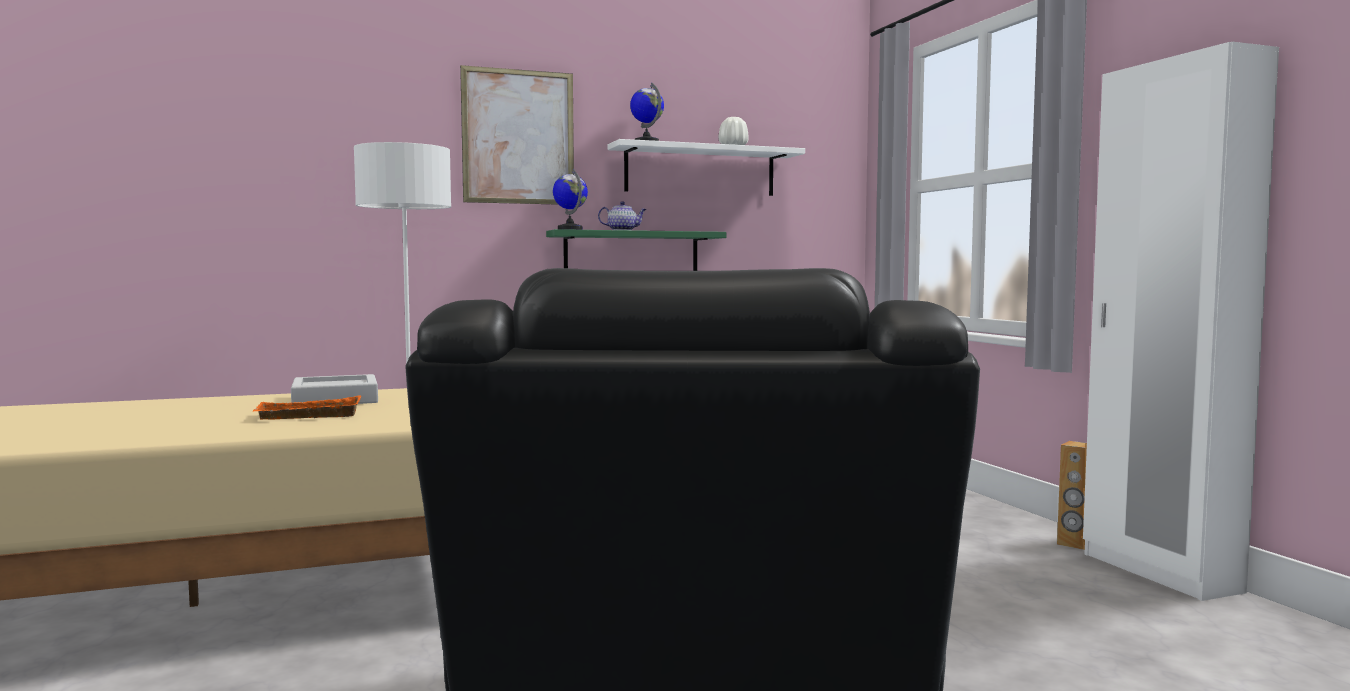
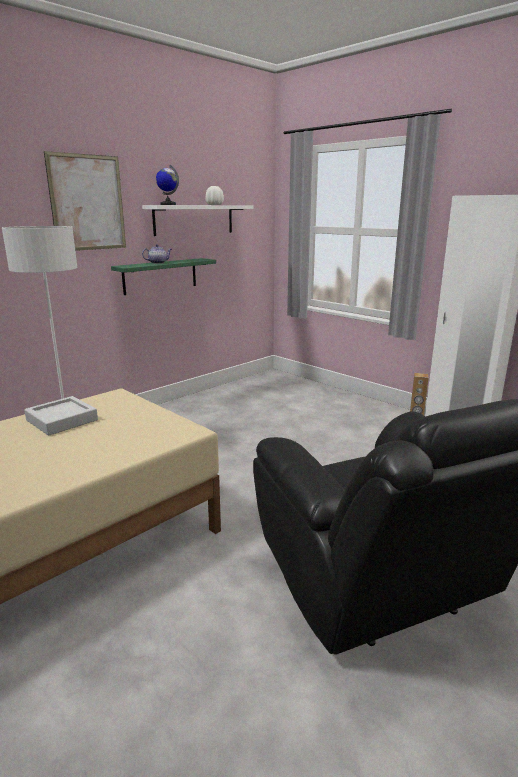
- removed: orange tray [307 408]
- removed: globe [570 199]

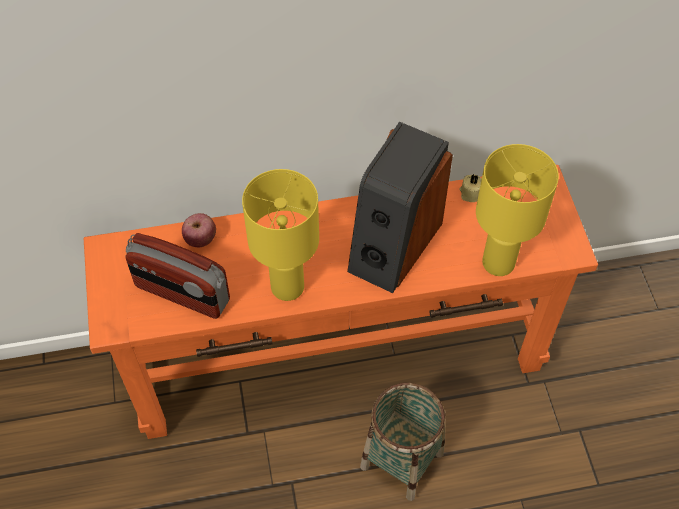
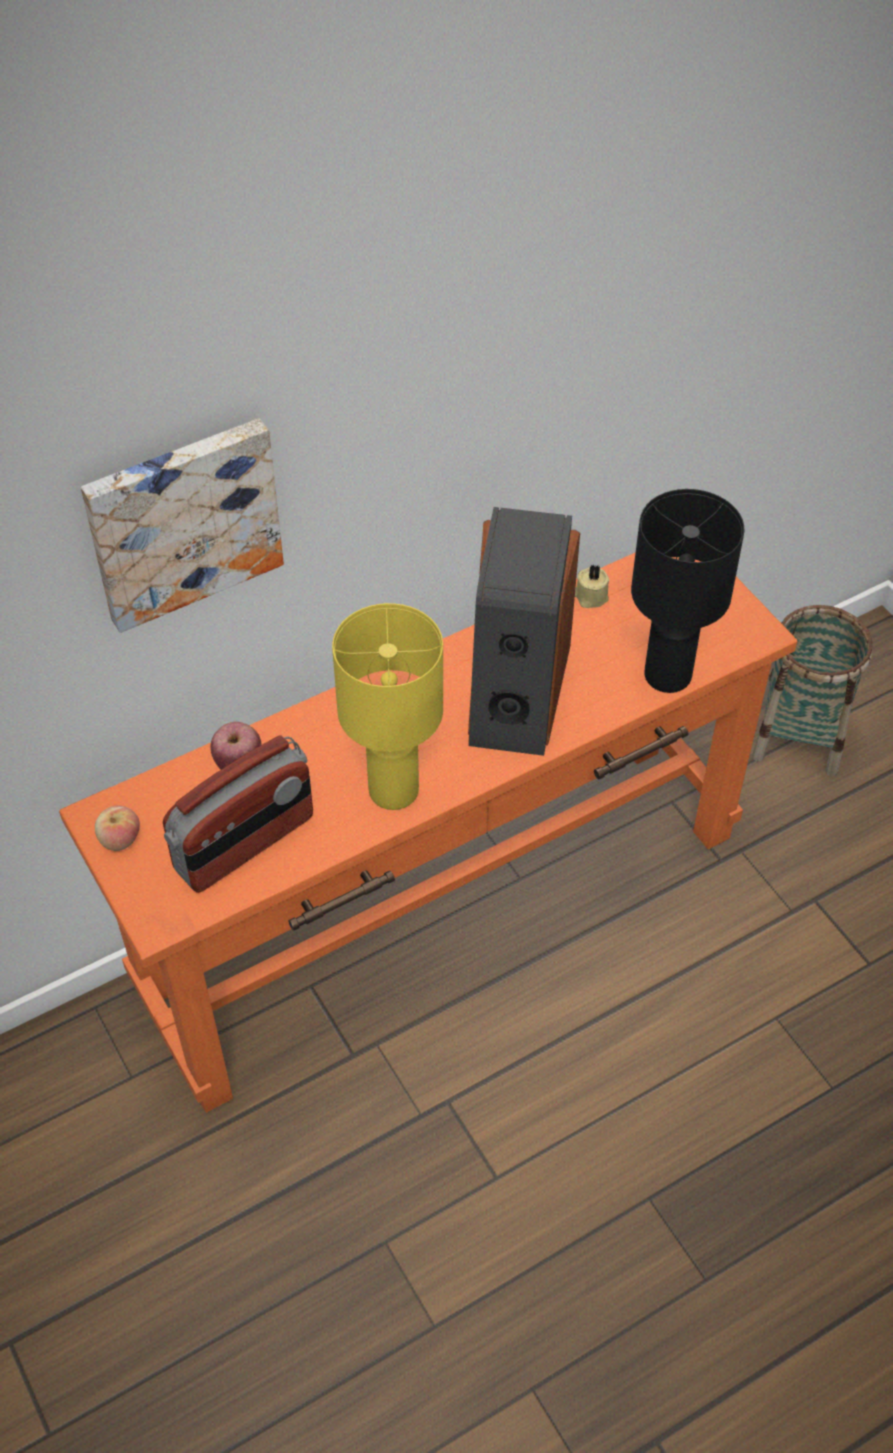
- added: picture [182 525]
- added: apple [117 828]
- turned: radio [178 276] = [238 814] 45 degrees counterclockwise
- recoloured: yellow table lamp [517 210] to black table lamp [688 591]
- moved: basket [403 442] to [812 690]

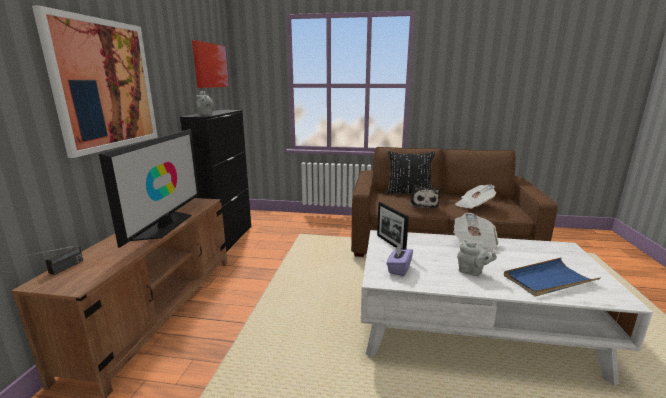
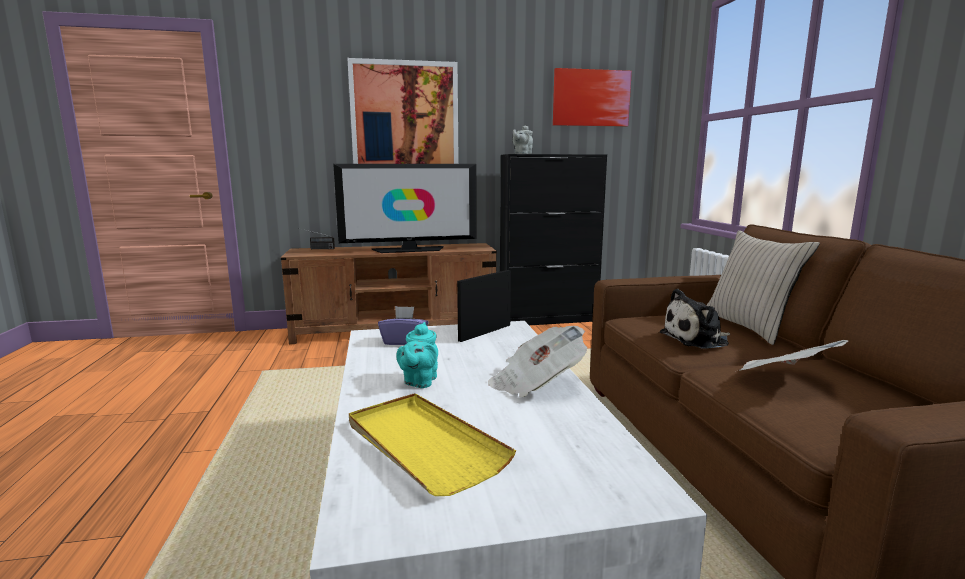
- recoloured: blue tray [552 277] to yellow tray [432 444]
- recoloured: grey teapot [477 258] to turquoise teapot [417 355]
- recoloured: black pillow [410 173] to beige pillow [763 287]

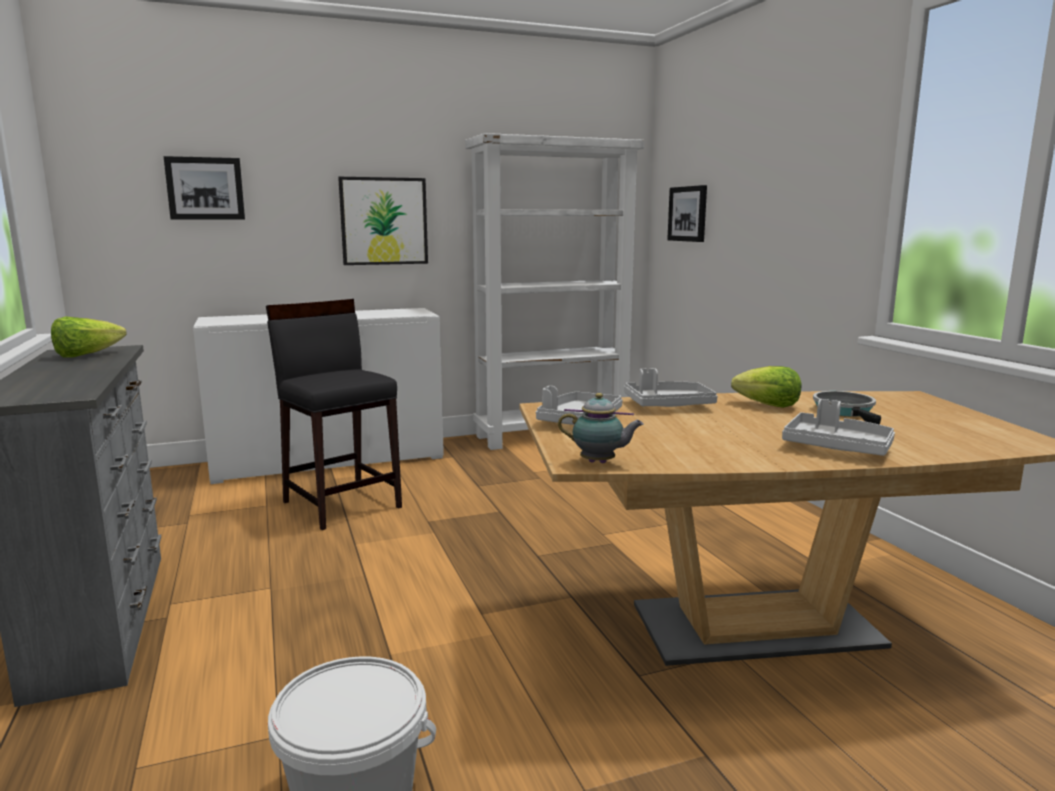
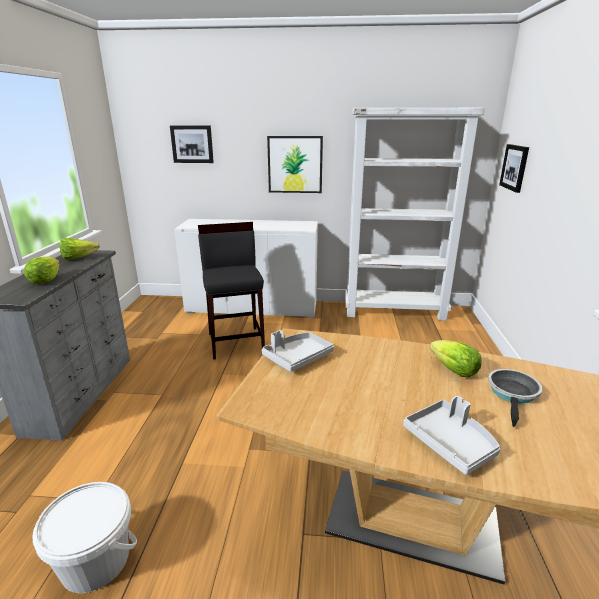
- added: lettuce [42 270]
- removed: teapot [601 428]
- removed: grey tray [670 387]

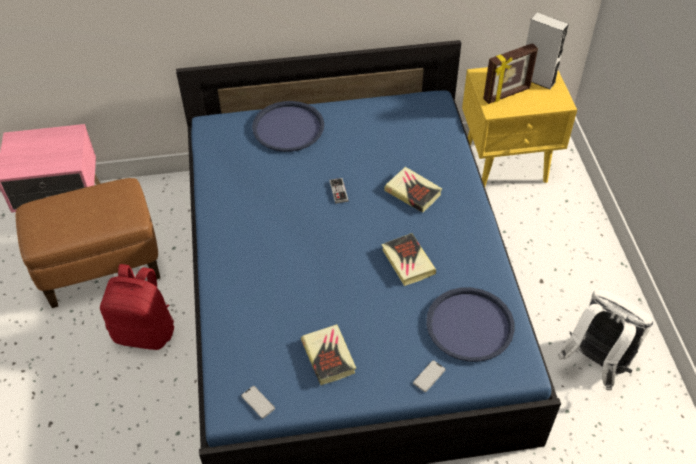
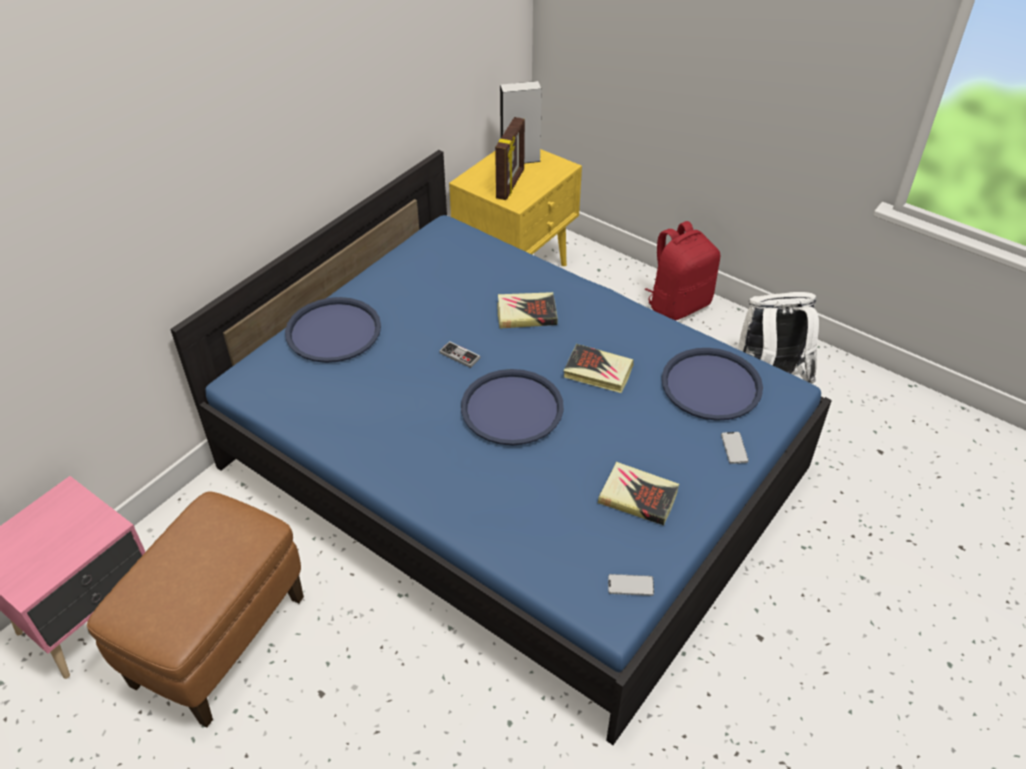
- added: blue tray [512 407]
- moved: red backpack [137 307] to [682 271]

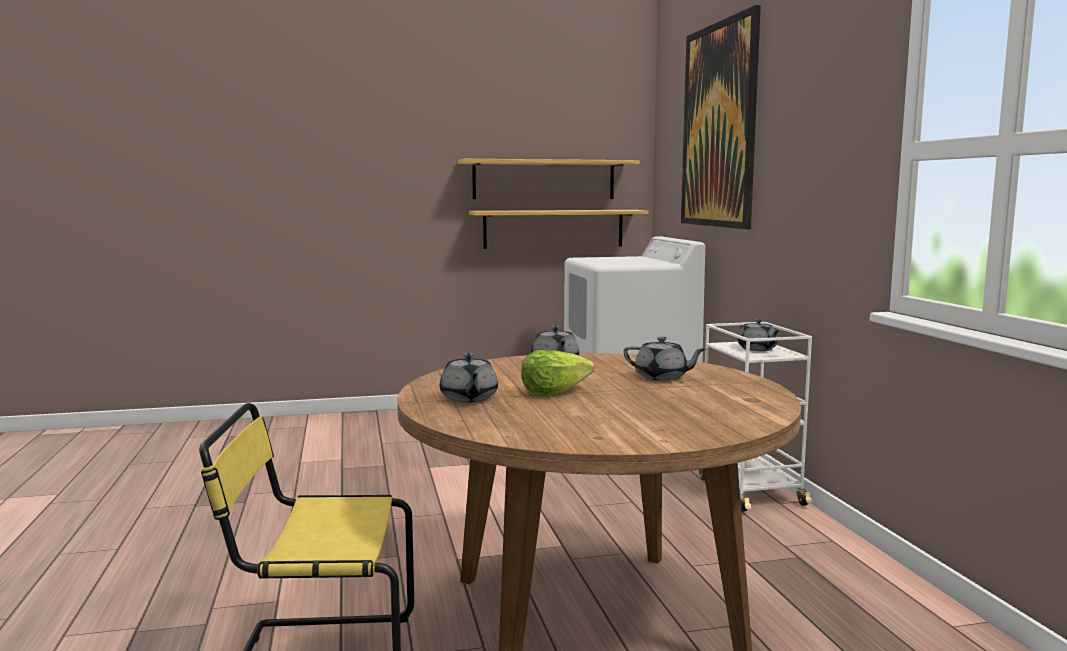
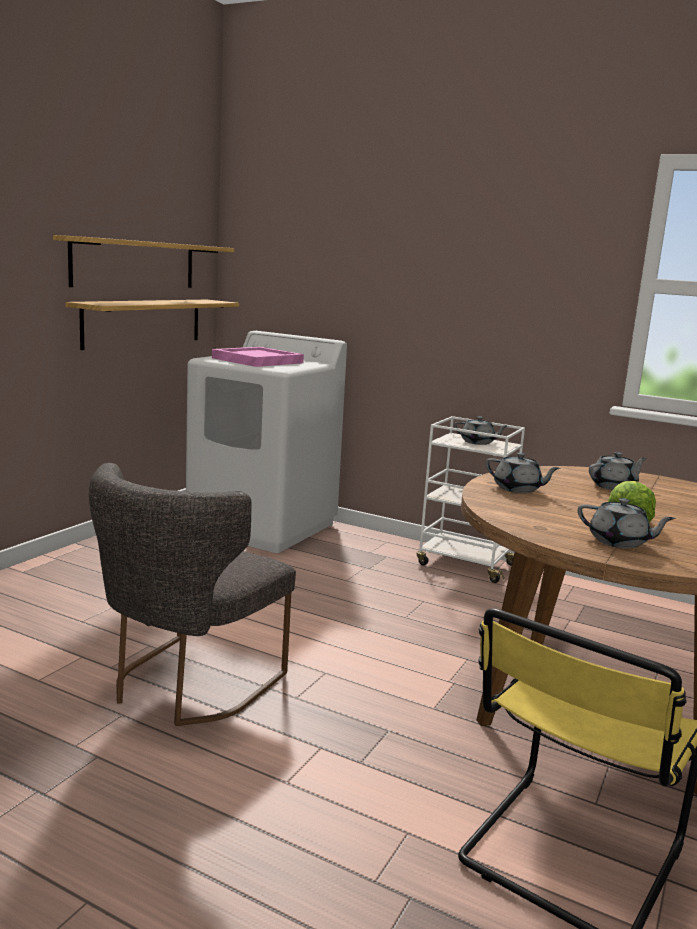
- added: grey chair [192 594]
- added: pink tray [258 357]
- removed: picture [721 117]

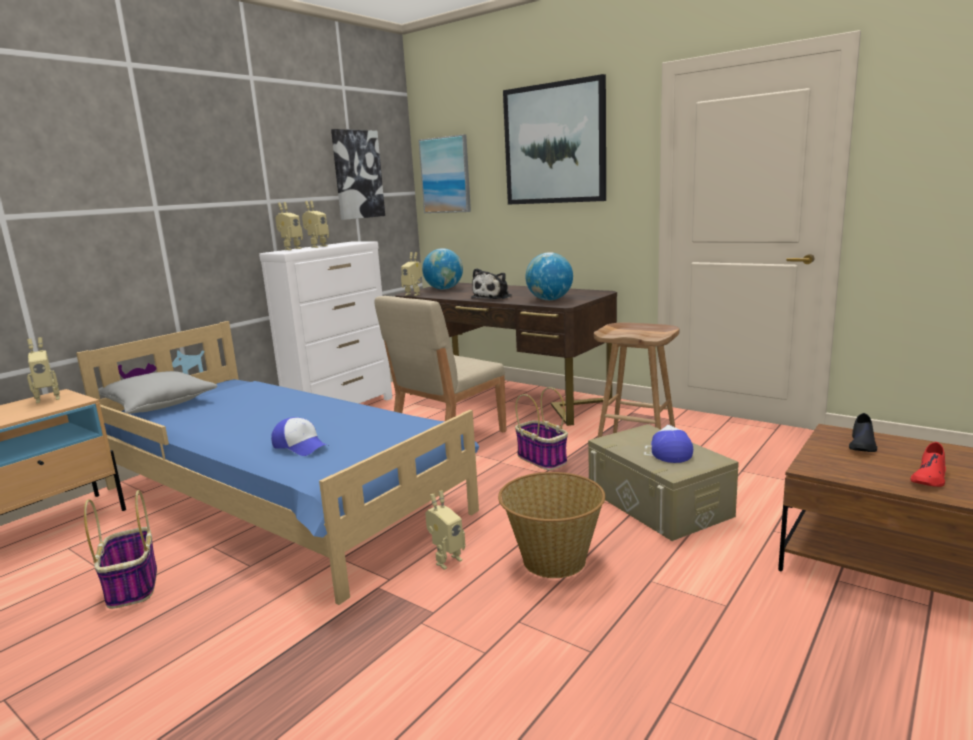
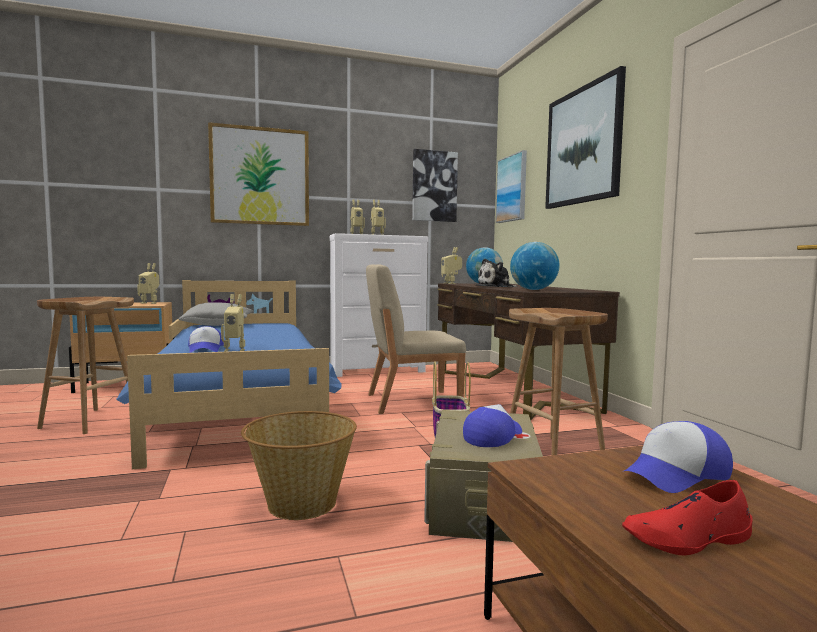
- replaced: basket [120 549] to brown stool [85 365]
- added: picture [258 174]
- moved: toy robot [445 530] to [233 323]
- replaced: black shoe [863 432] to cap [678 457]

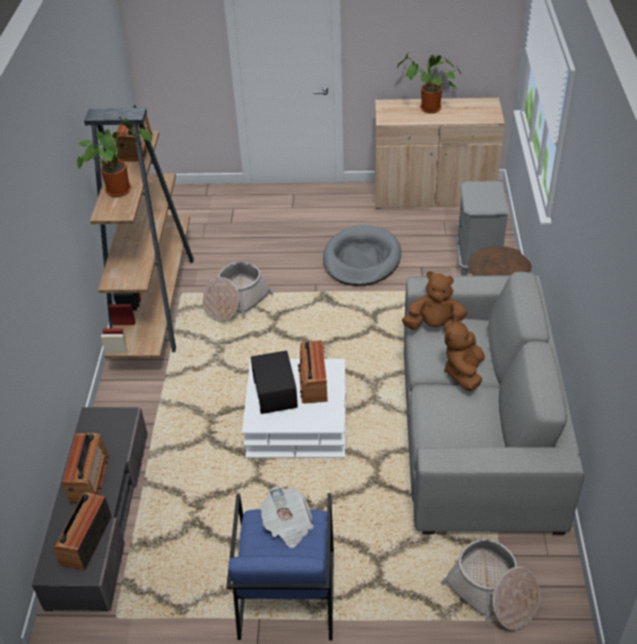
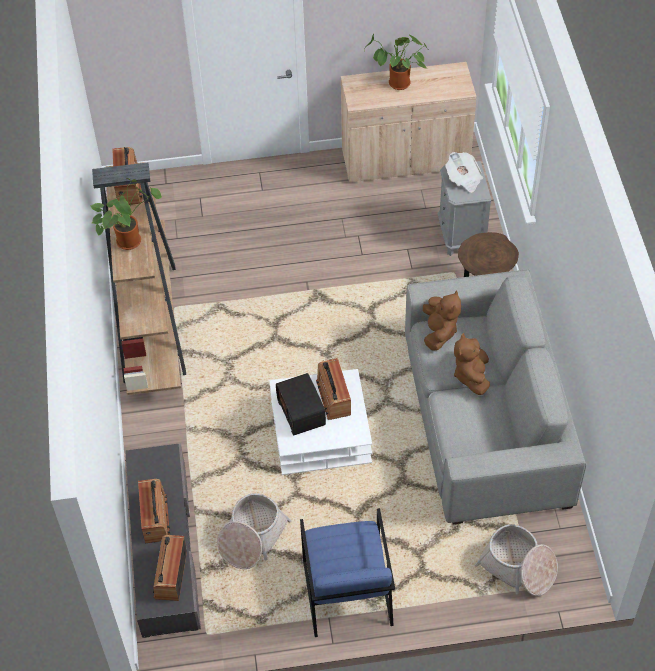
- moved: basket [238 292] to [254 531]
- turned: brown plush toy [434 301] = [442 320] 90 degrees clockwise
- moved: newspaper [287 517] to [464 172]
- removed: grey dog bed [362 255]

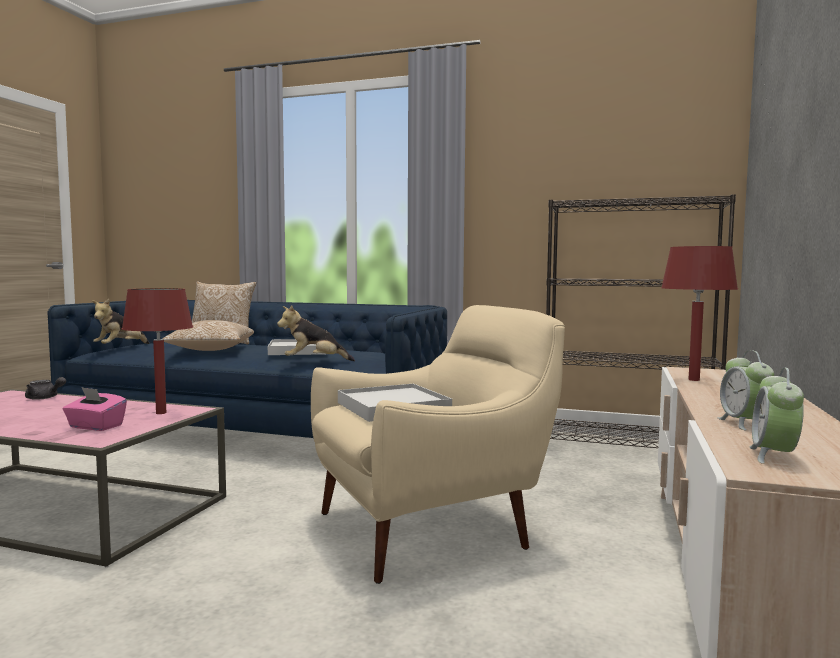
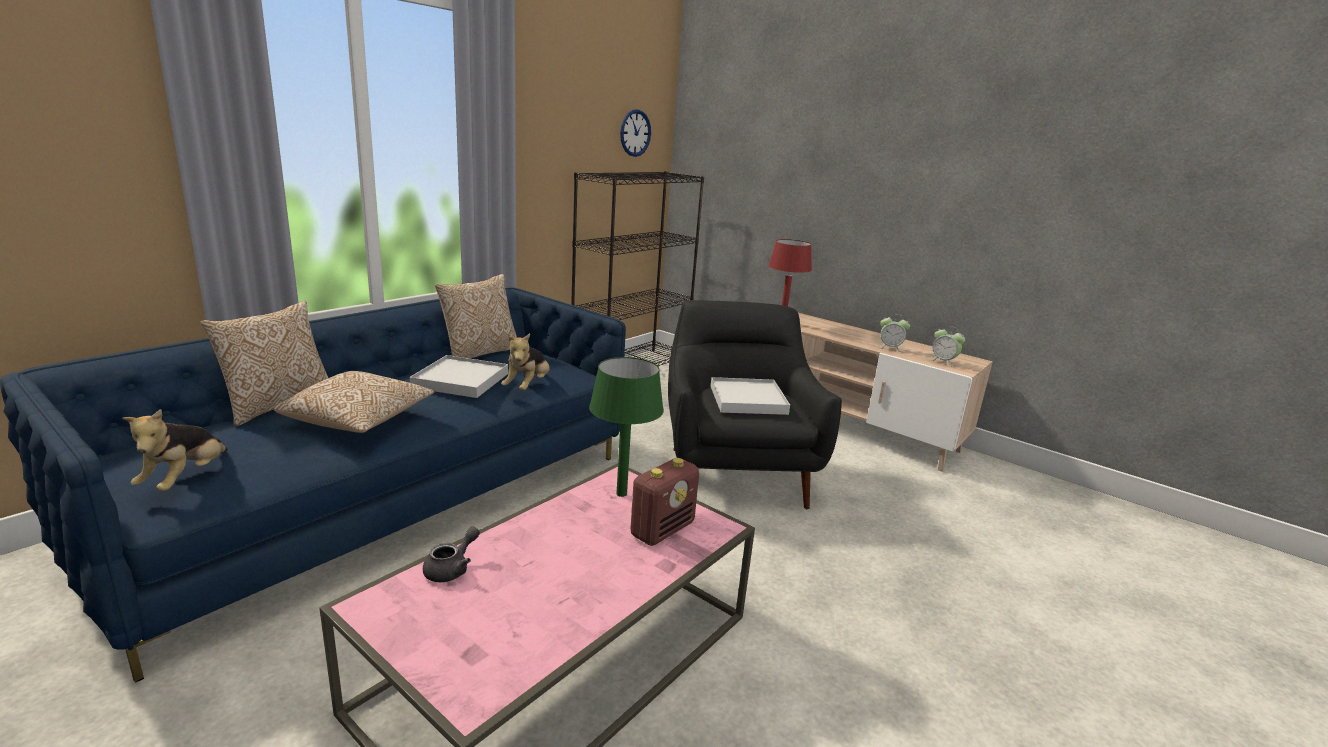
- turned: plush toy [120 321] = [174 450] 45 degrees clockwise
- added: pillow [476 316]
- recoloured: red table lamp [157 351] to green table lamp [626 427]
- added: wall clock [635 133]
- replaced: pink tissue box [95 409] to radio [665 502]
- recoloured: beige armchair [438 444] to black armchair [755 404]

